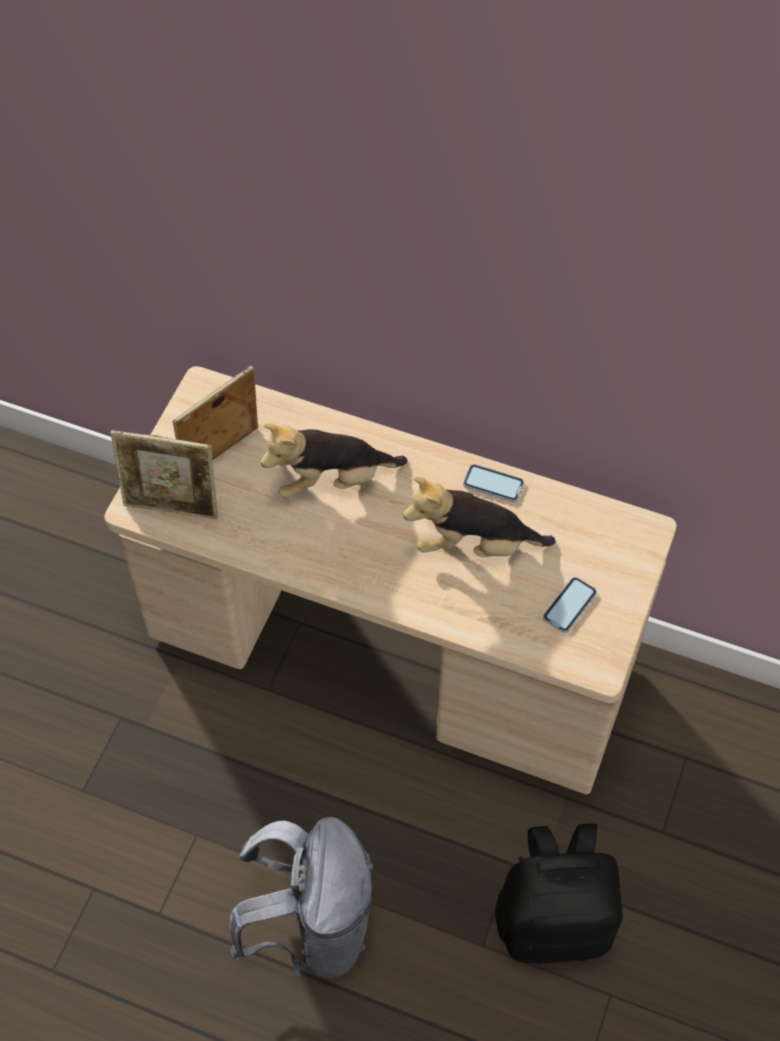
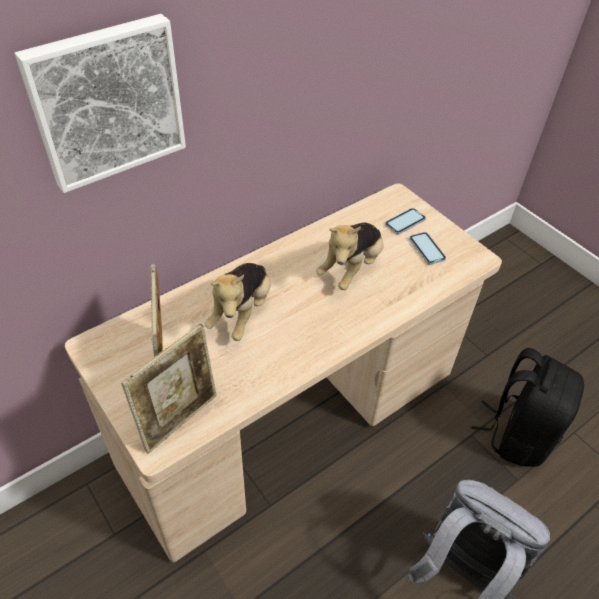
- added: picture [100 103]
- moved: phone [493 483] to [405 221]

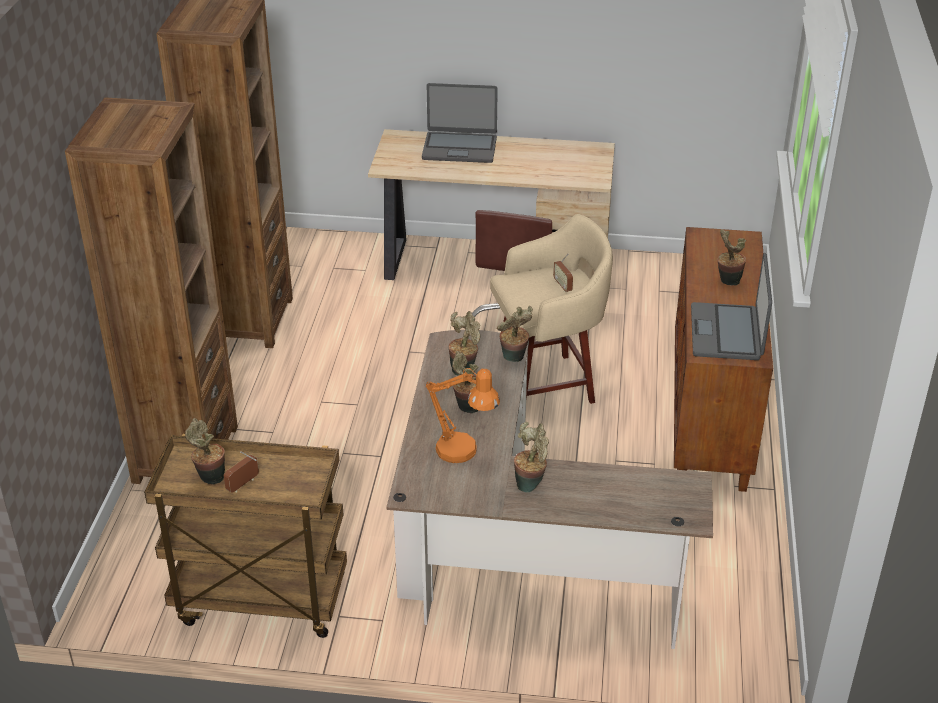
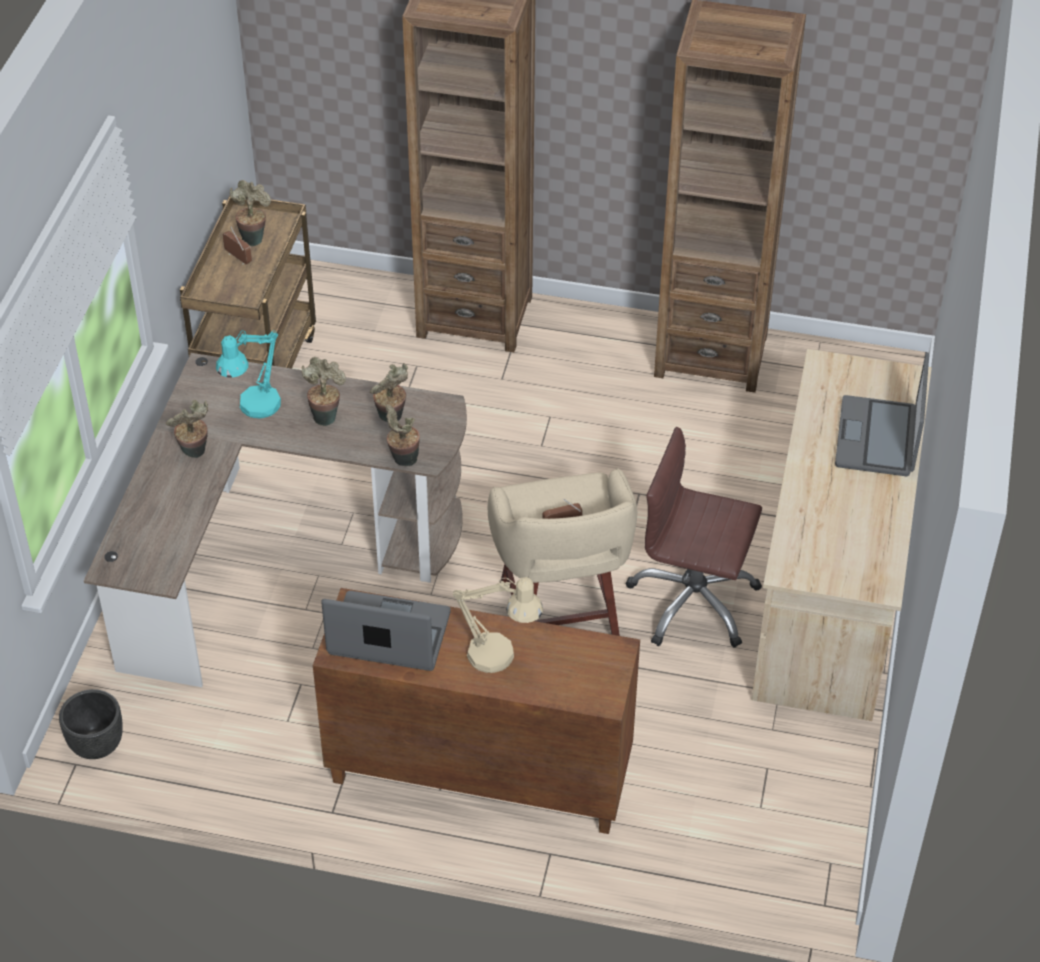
- added: black planter [91 724]
- recoloured: orange table lamp [462 415] to turquoise table lamp [248 374]
- replaced: potted plant [732 257] to beige table lamp [498 625]

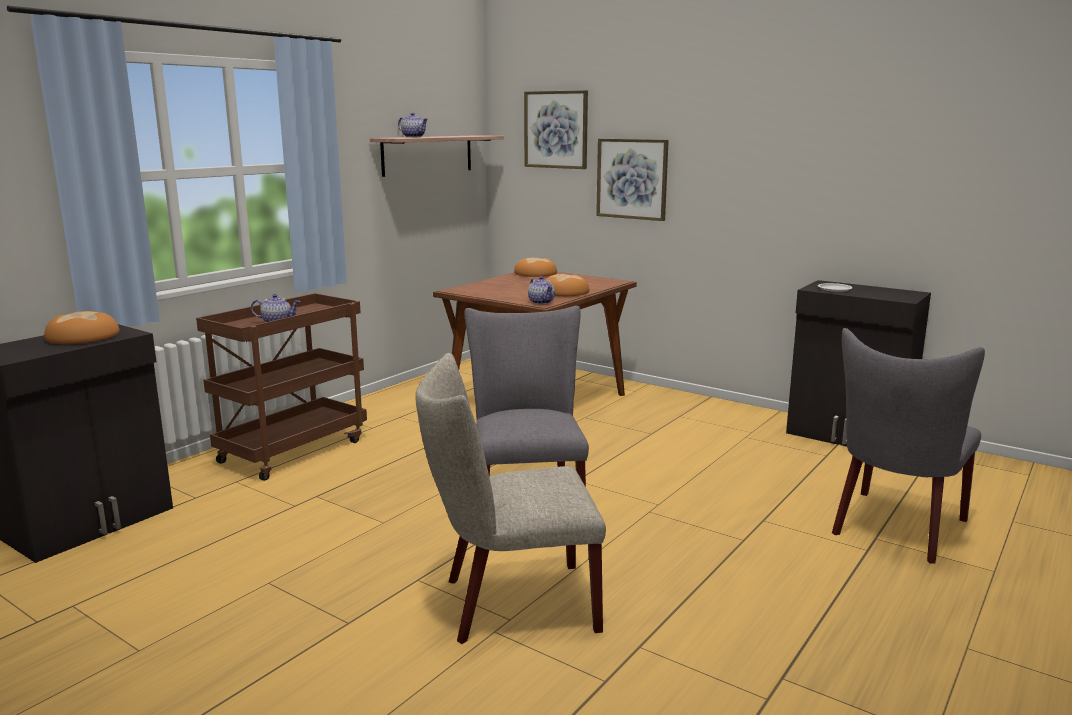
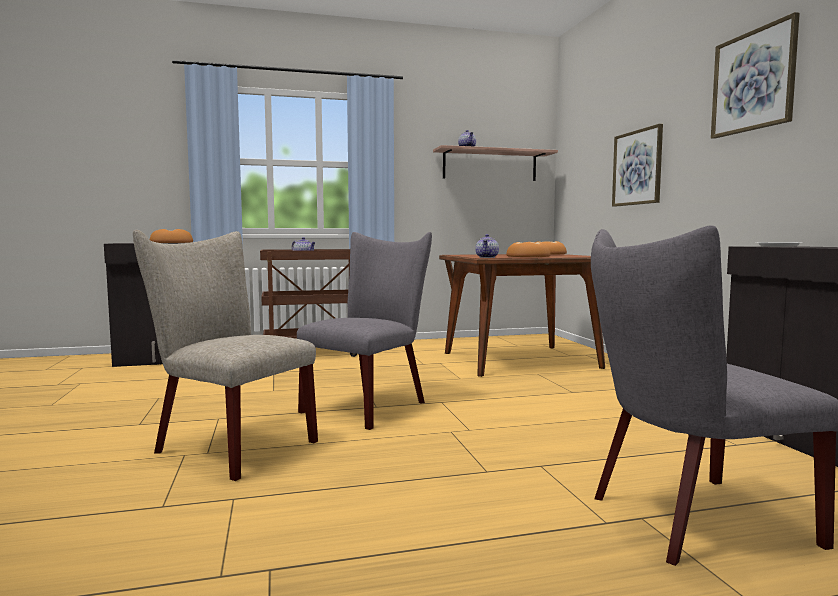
- moved: picture [556 129] to [755 75]

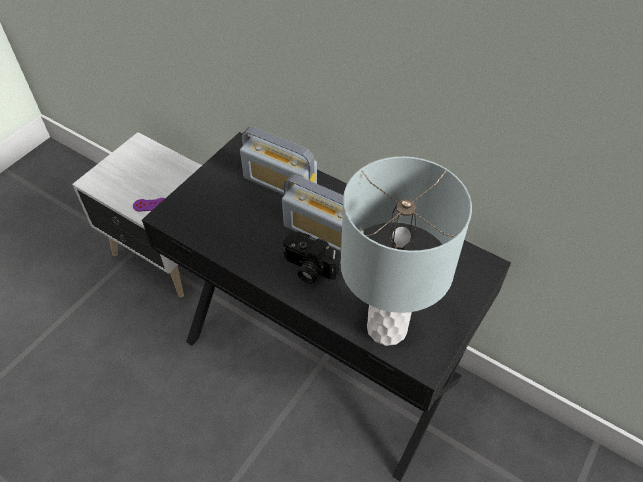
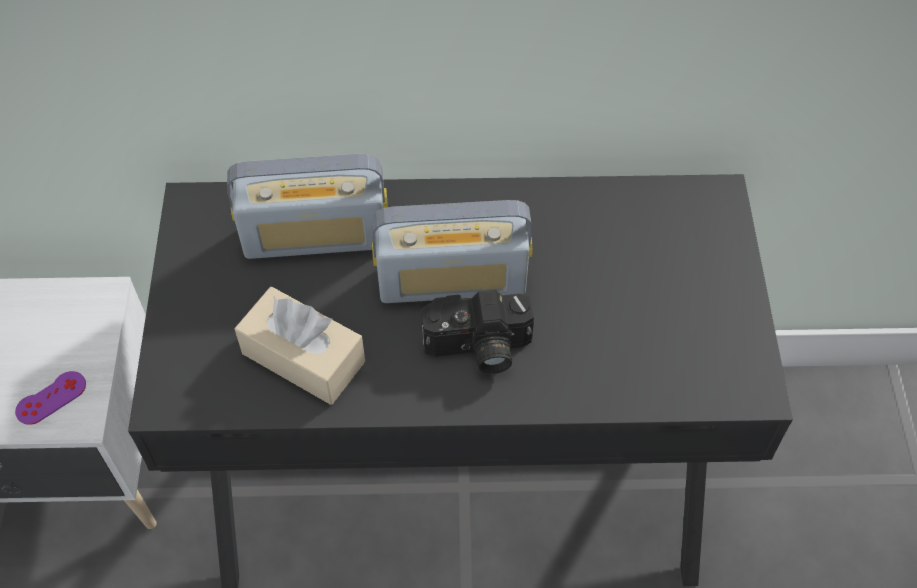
- added: beige tissue box [300 346]
- removed: grey table lamp [406 251]

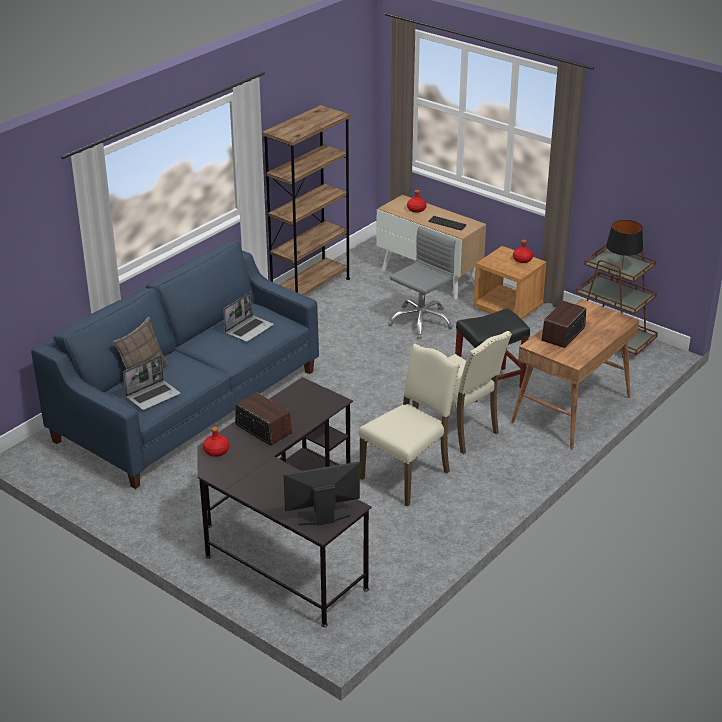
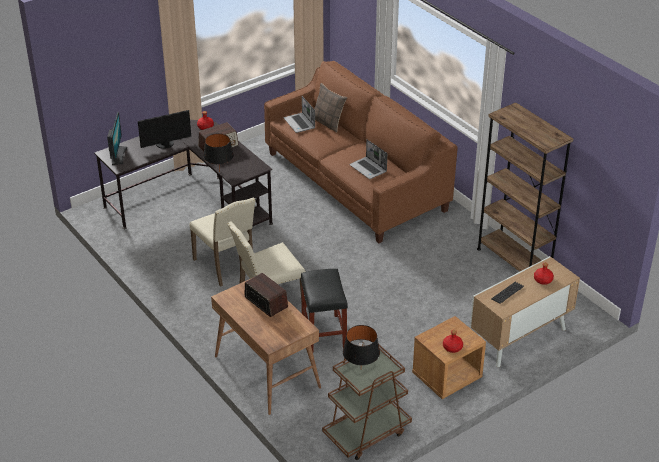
- added: monitor [164 129]
- added: black table lamp [218 152]
- recoloured: blue sofa [175 365] to brown sofa [361 152]
- removed: grey office chair [422 282]

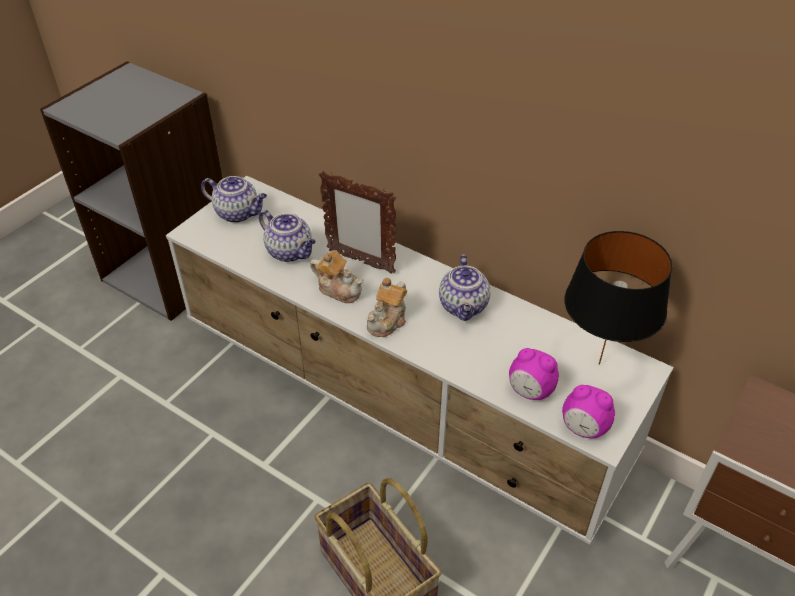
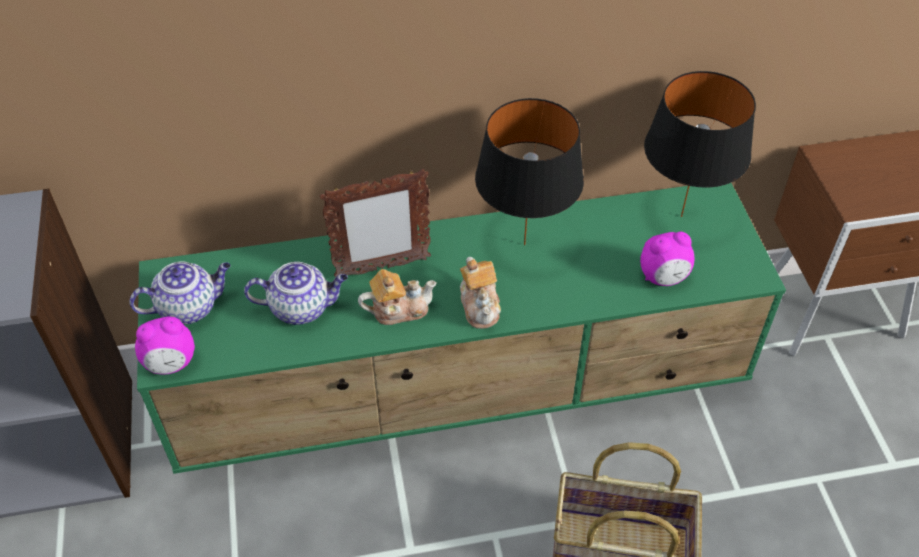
- moved: alarm clock [588 411] to [165 345]
- recoloured: white tv stand [420 360] to green tv stand [461 328]
- replaced: teapot [465 287] to black table lamp [529 171]

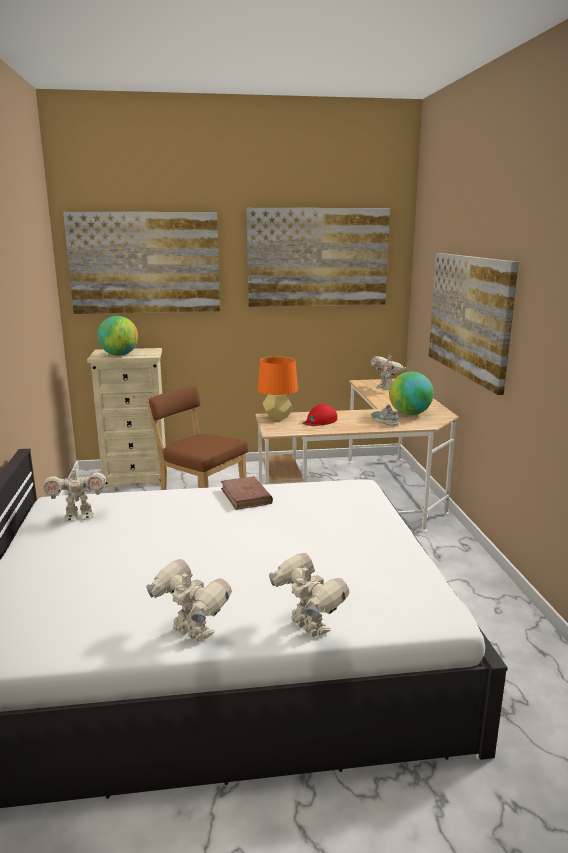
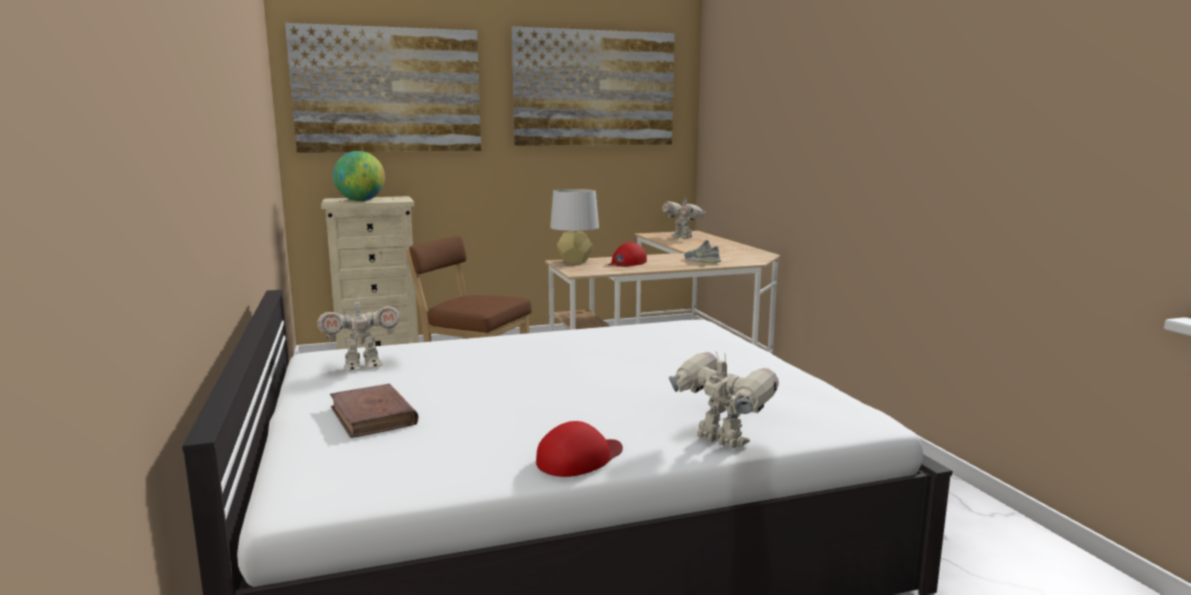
- moved: brown book [247 493] to [374 411]
- replaced: toy robot [189 601] to red cap [579 449]
- recoloured: orange table lamp [278 388] to grey table lamp [574 226]
- removed: globe [411 393]
- removed: picture [474 324]

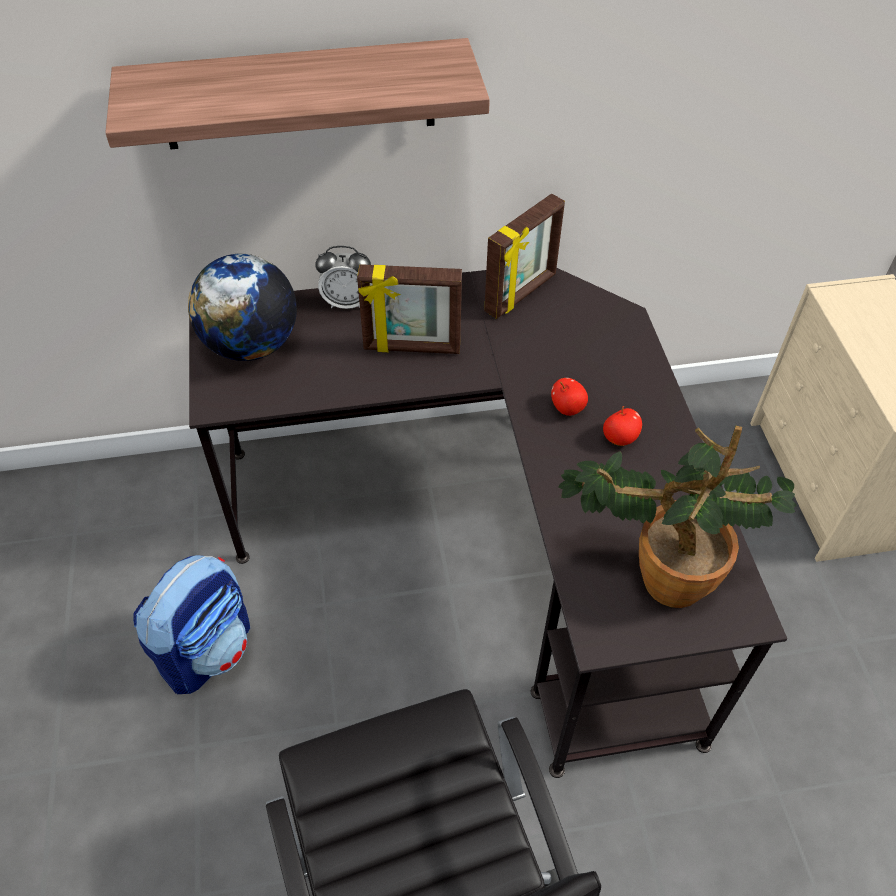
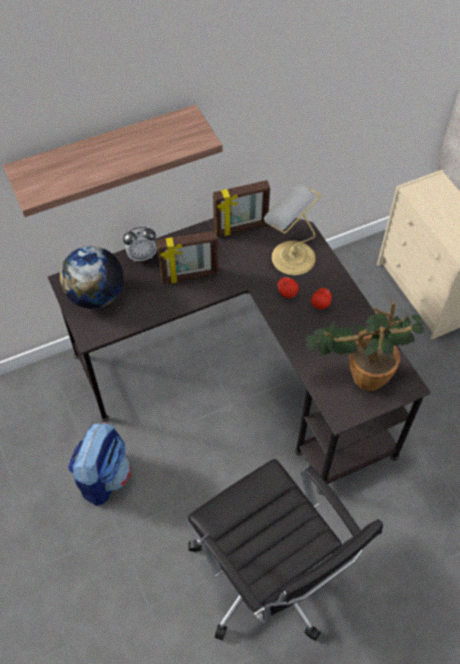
- turned: picture frame [524 256] = [241 208] 45 degrees clockwise
- added: table lamp [292 230]

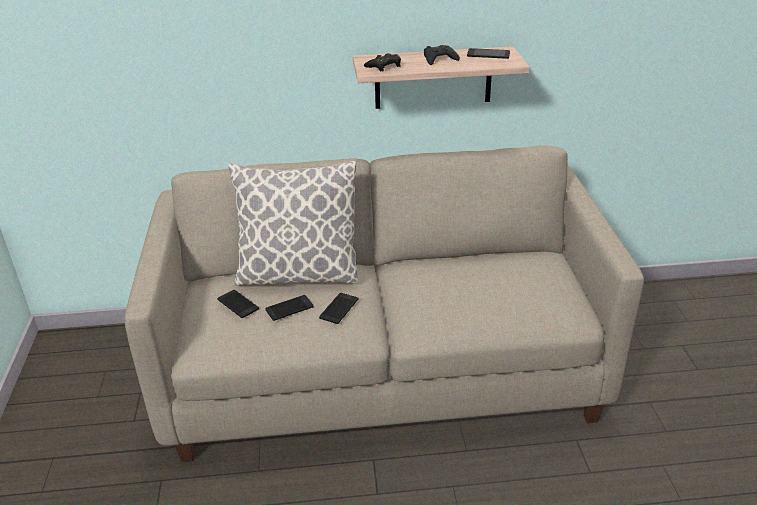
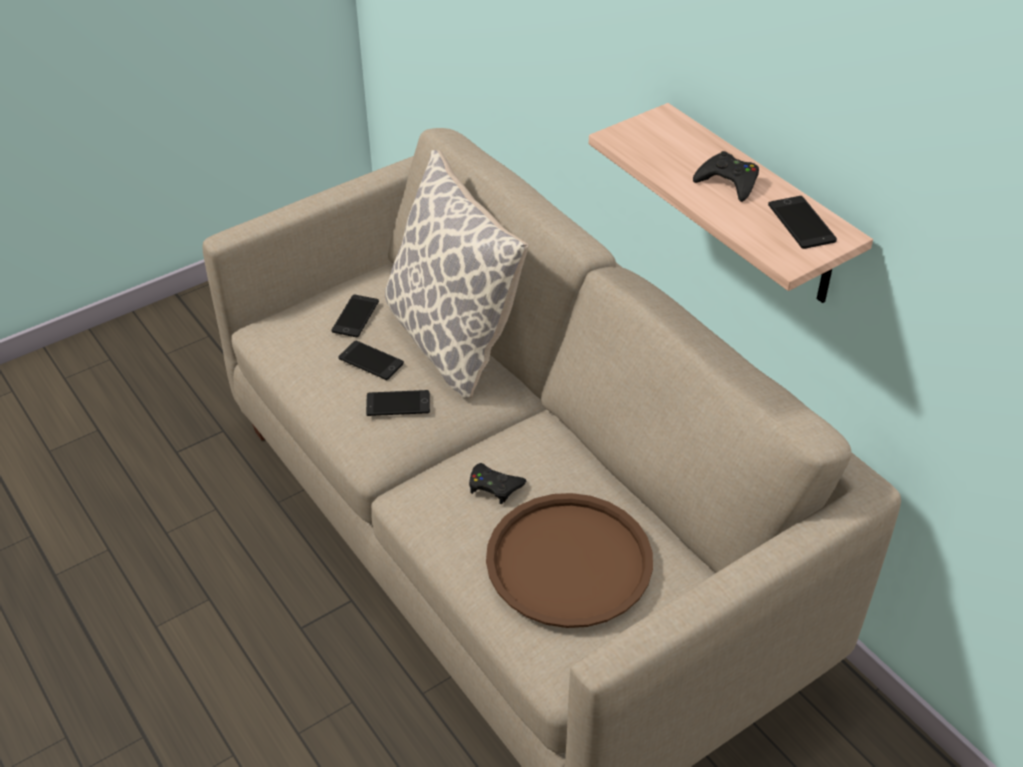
- moved: black game controller [382 62] to [497 483]
- added: brown tray [569 560]

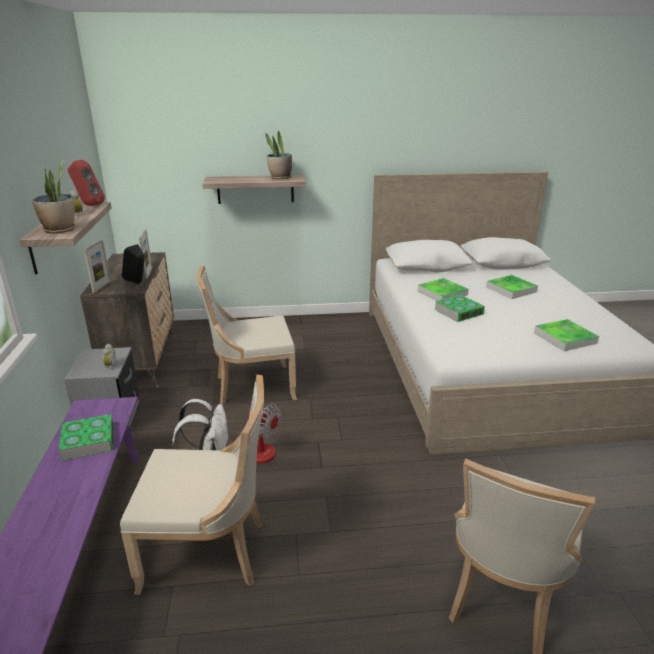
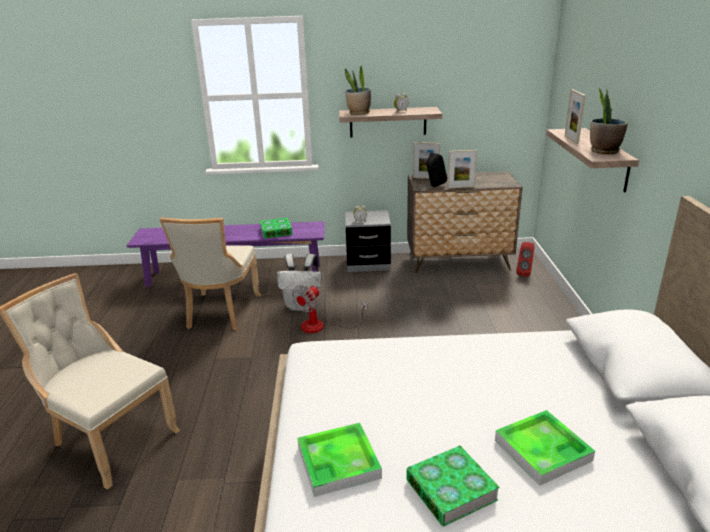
- moved: book [459 308] to [453 486]
- moved: red speaker [86 183] to [525 259]
- added: picture frame [575 116]
- removed: beige chair [246 335]
- removed: tray [443 289]

